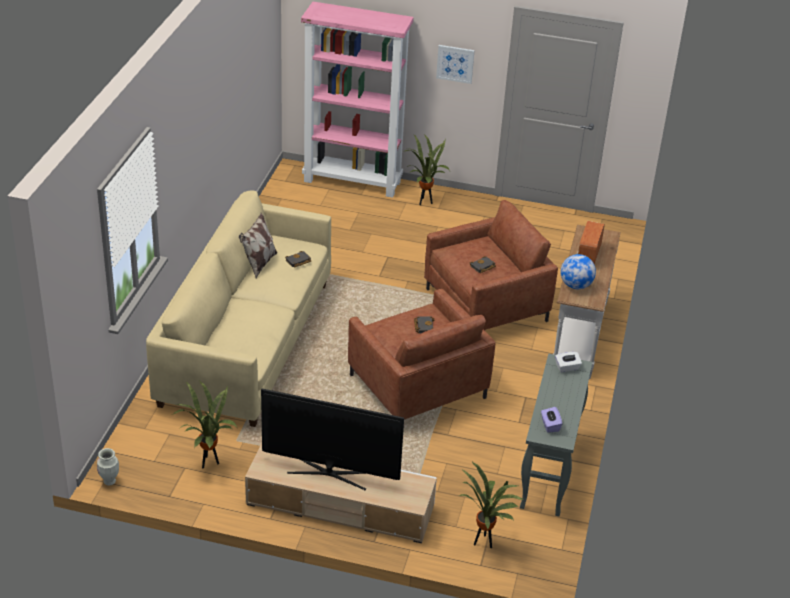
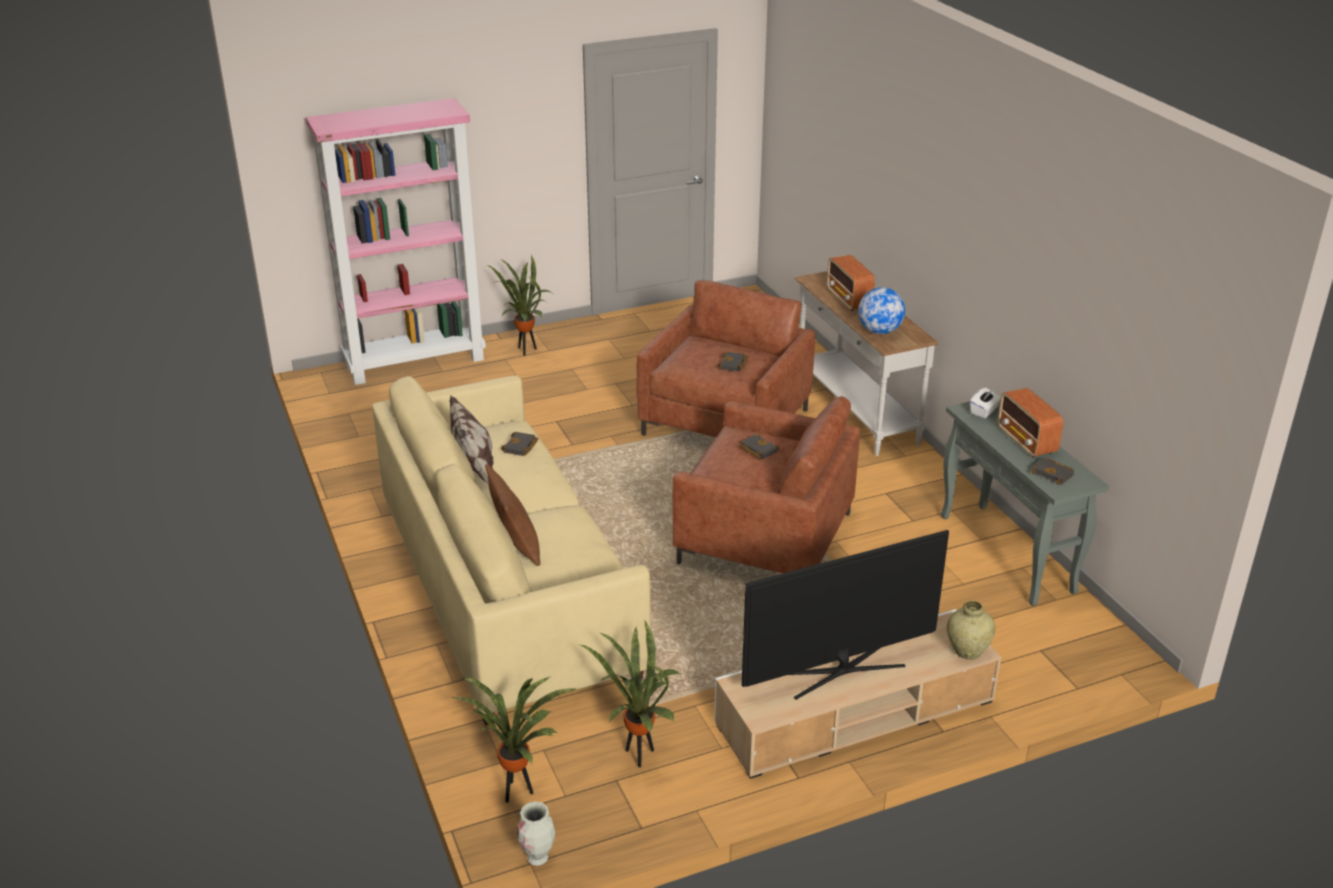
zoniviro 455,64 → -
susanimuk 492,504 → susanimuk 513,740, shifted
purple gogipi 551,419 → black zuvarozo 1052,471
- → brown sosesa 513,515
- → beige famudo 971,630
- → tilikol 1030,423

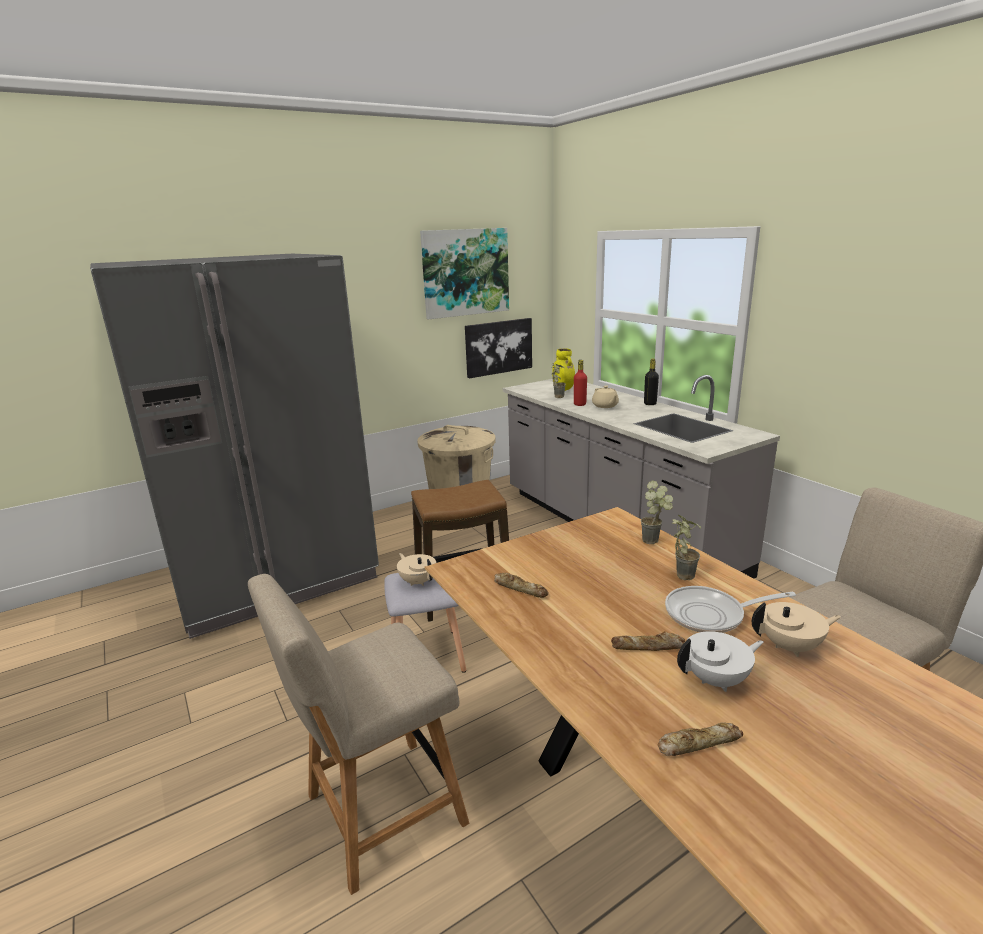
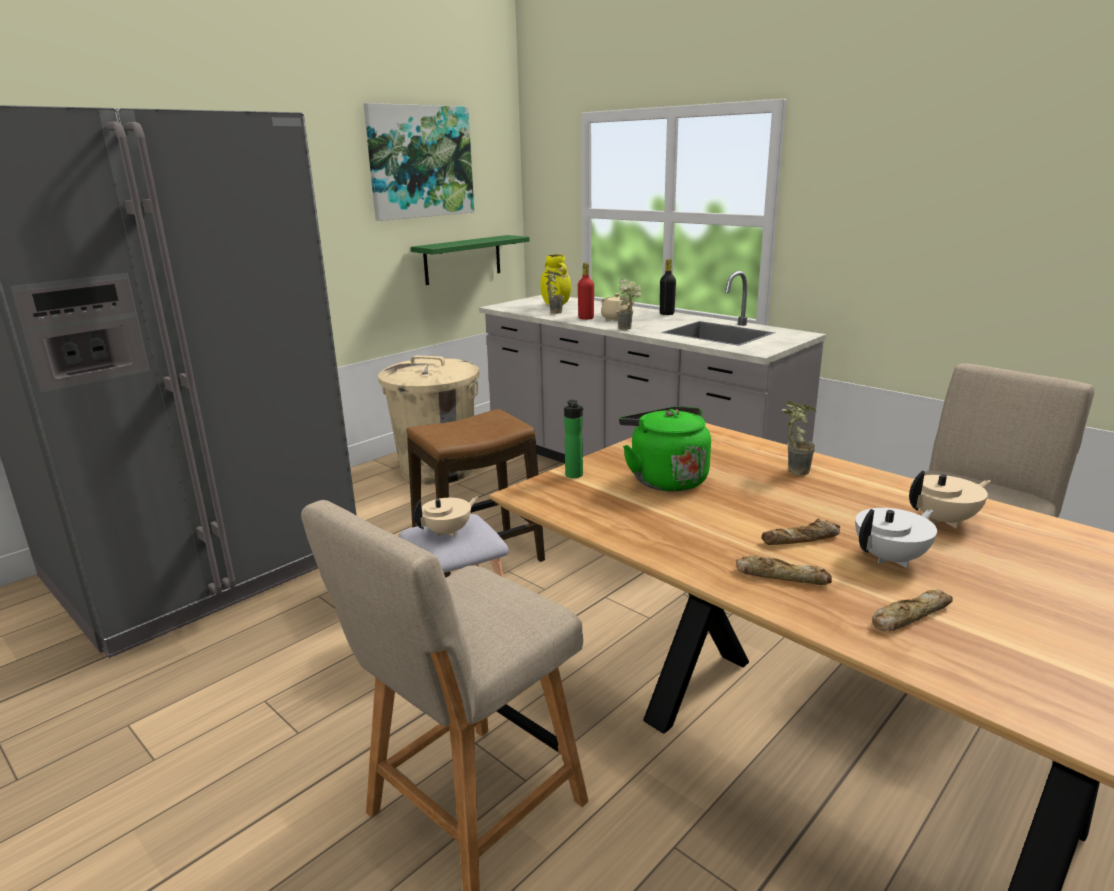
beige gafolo 416,569 → beige gafolo 445,517, 105 degrees clockwise
zoniviro 498,348 → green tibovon 470,260
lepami 521,585 → lepami 784,570, shifted
susanimuk 657,512 → susanimuk 628,304, shifted
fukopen 730,609 → -
- → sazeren 573,439
- → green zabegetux 665,449

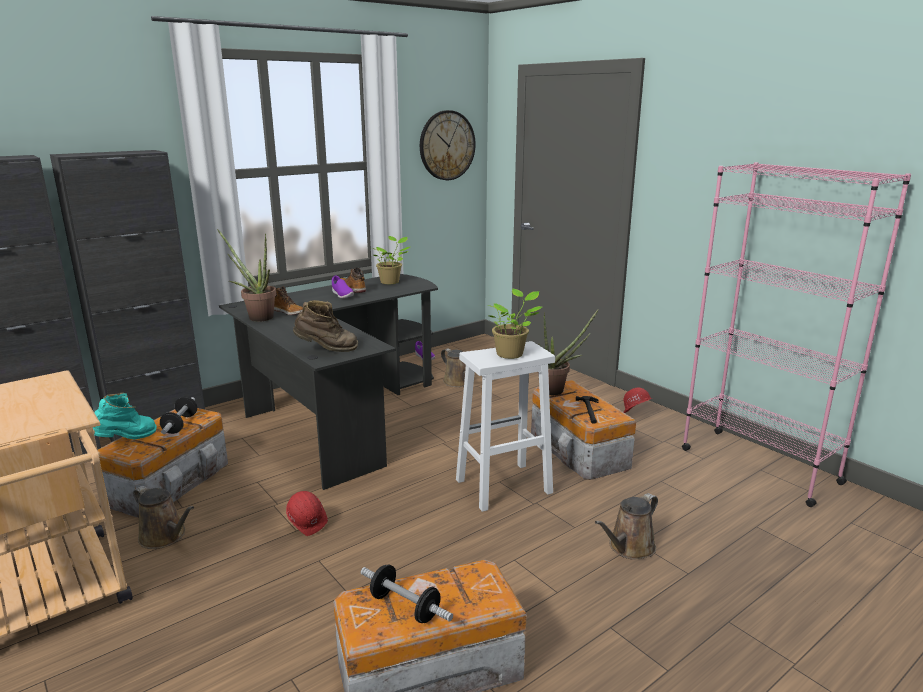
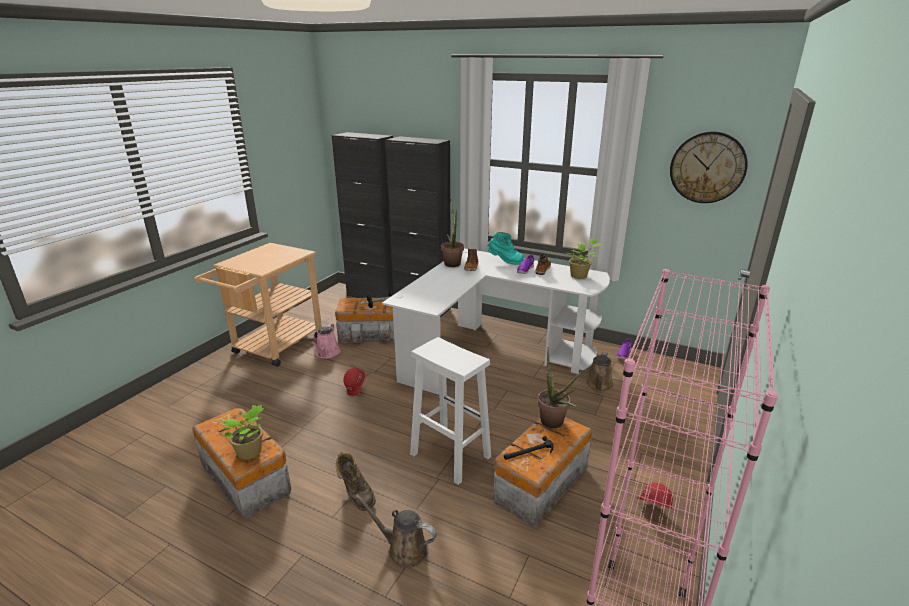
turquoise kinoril 125,416 → turquoise kinoril 505,248, shifted
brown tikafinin 163,517 → pink tikafinin 325,341
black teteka 328,382 → white teteka 496,321
brown kinoril 325,326 → brown kinoril 356,481, shifted
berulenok 407,593 → -
susanimuk 514,324 → susanimuk 242,432, shifted

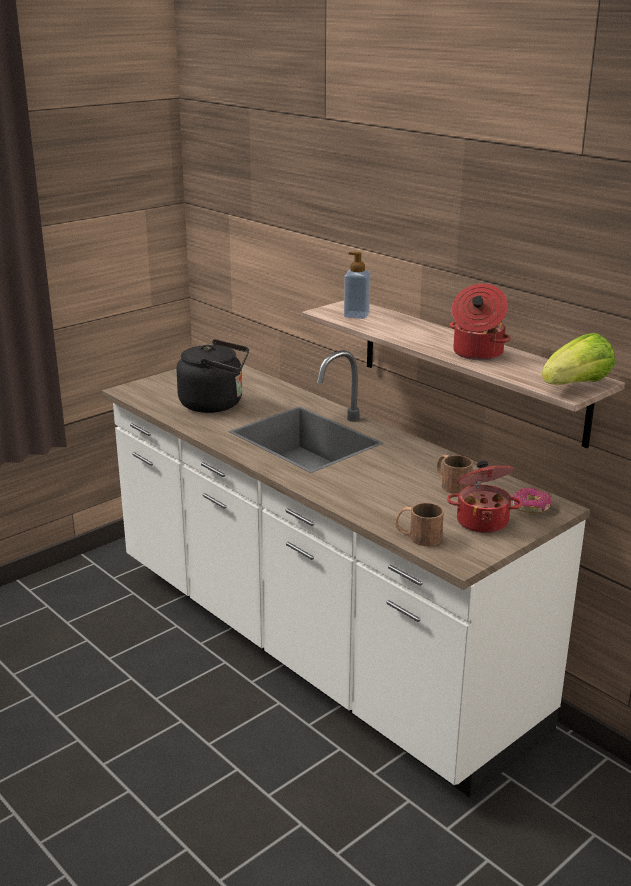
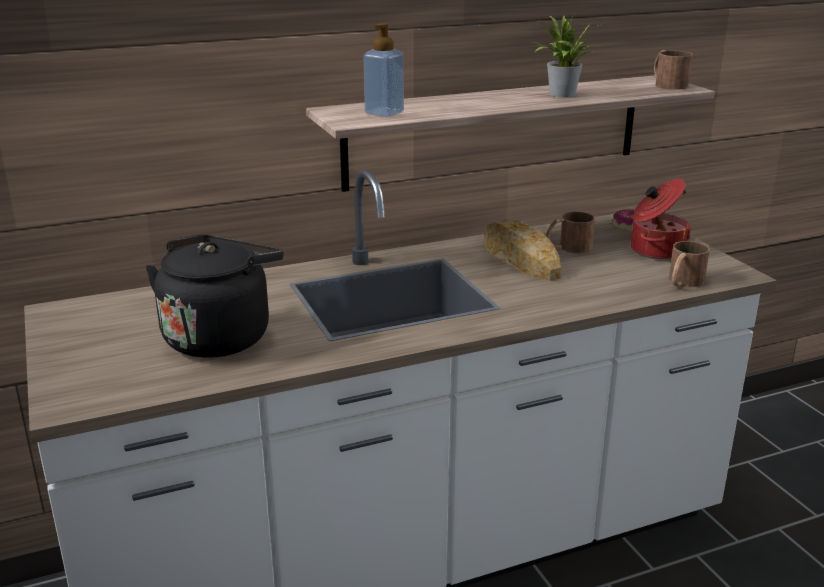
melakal 480,322 → susanimuk 565,56
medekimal 578,359 → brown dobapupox 673,70
- → lepami 522,250

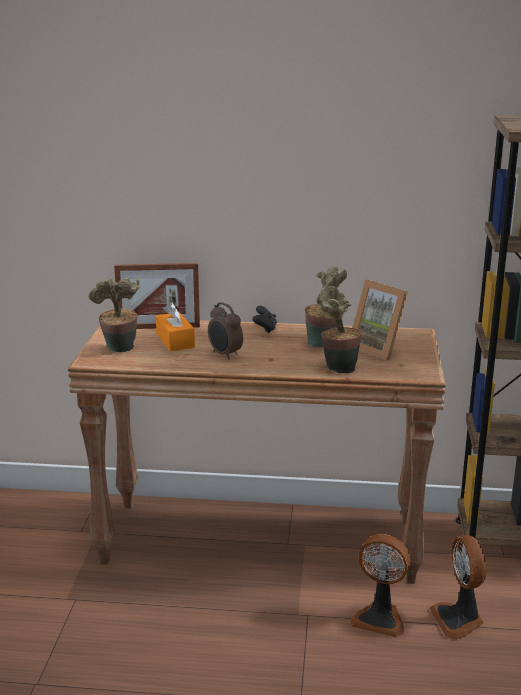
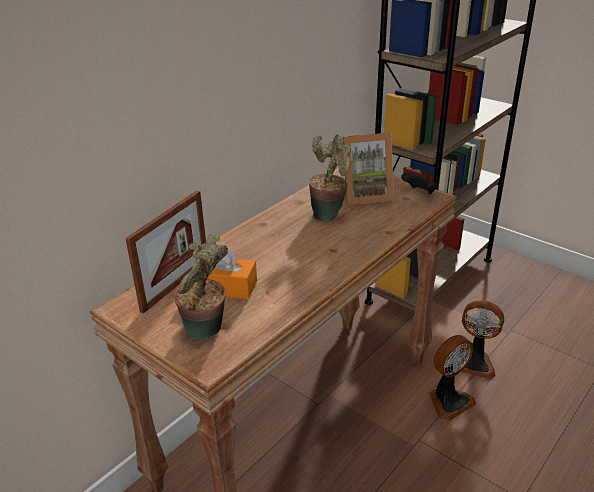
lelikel 225,330 → -
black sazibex 264,319 → black sazibex 418,183, shifted
susanimuk 339,330 → -

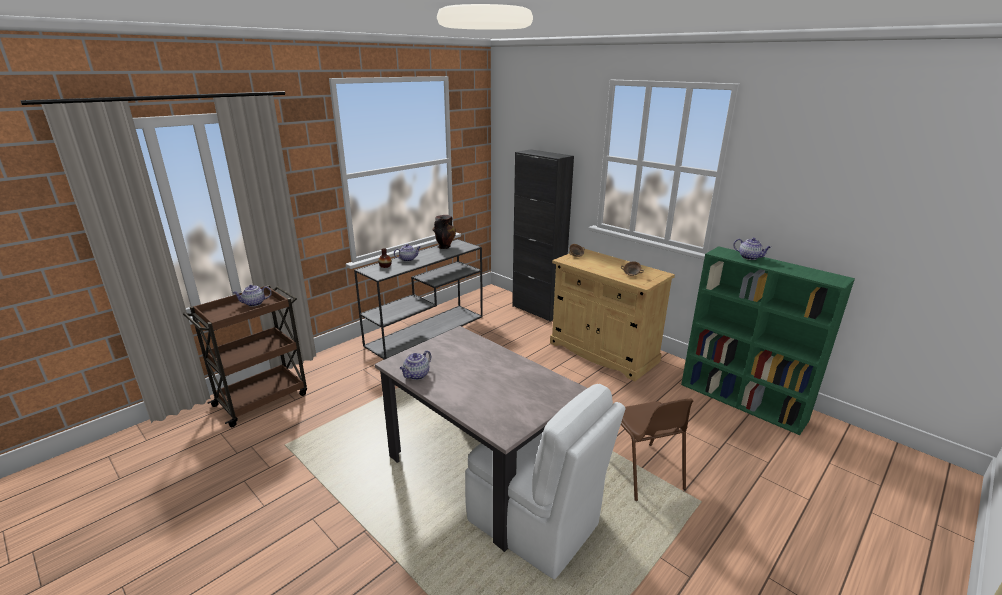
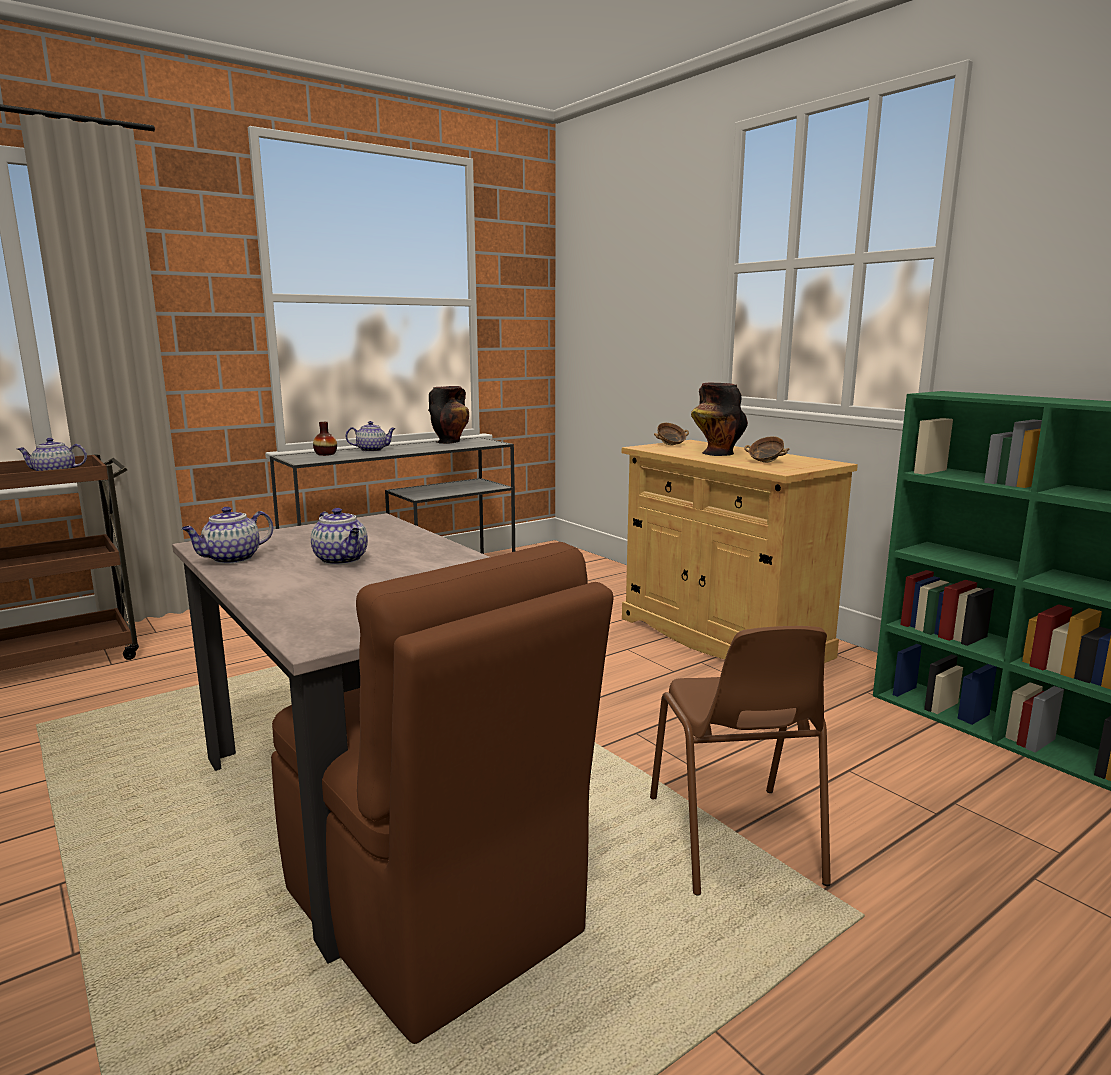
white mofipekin 545,481 → brown mofipekin 442,793
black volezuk 543,235 → -
gafolo 752,249 → gafolo 339,536, shifted
- → famudo 719,419

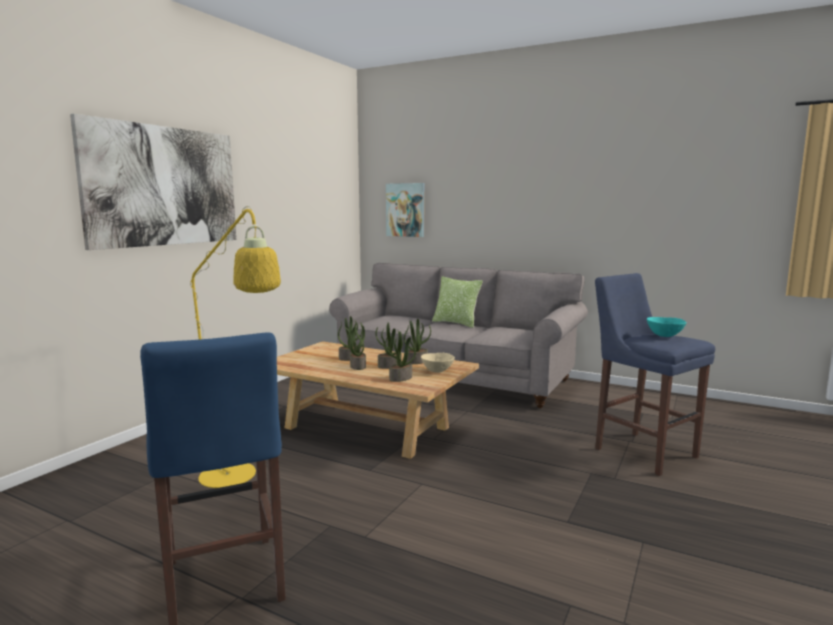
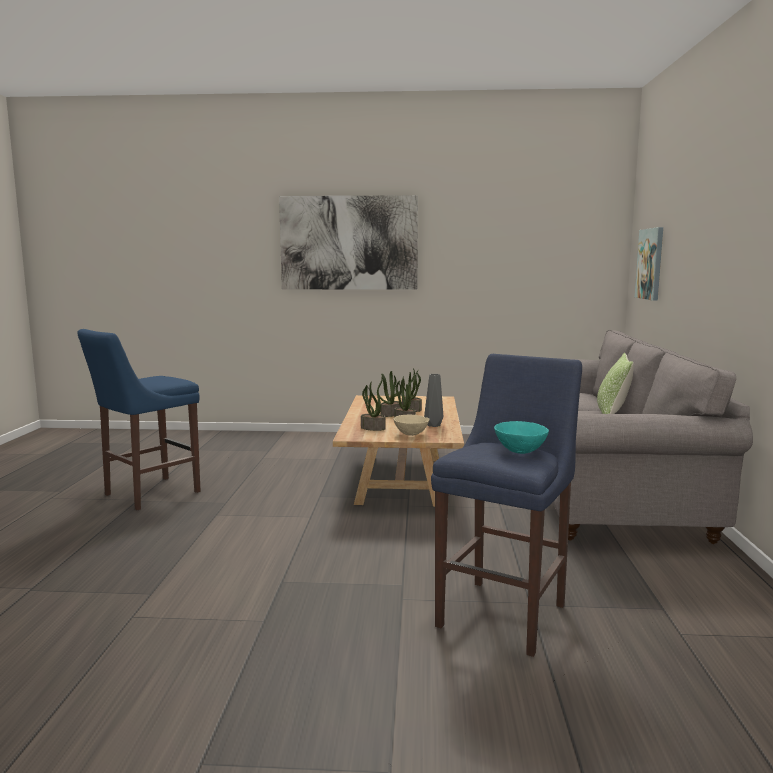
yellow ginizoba 235,347 → -
susanimuk 417,341 → grey famudo 433,400

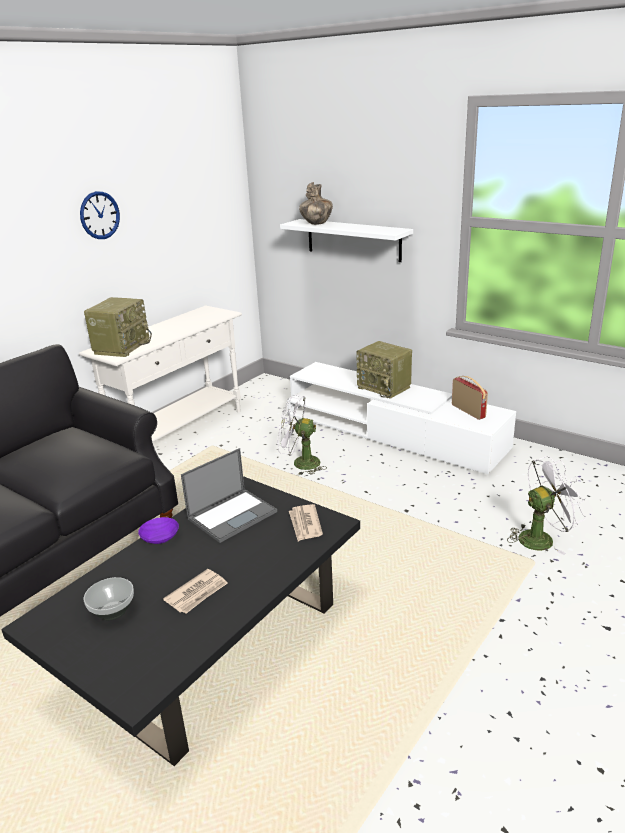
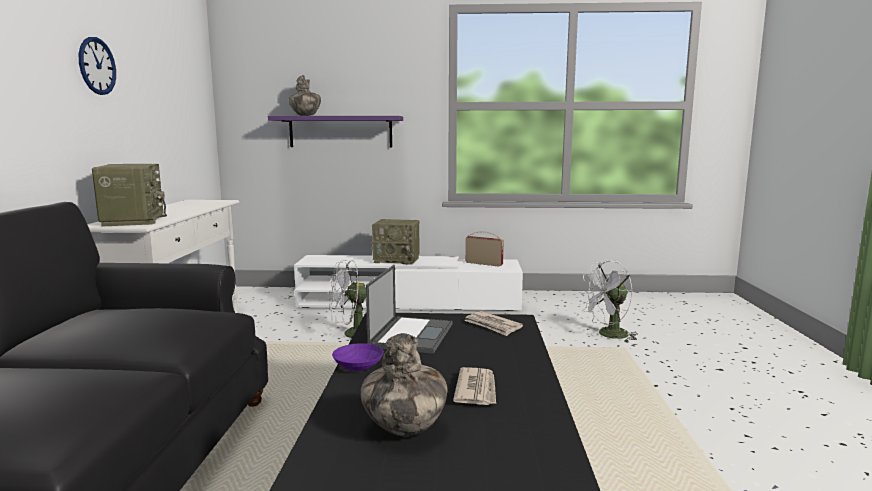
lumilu 109,598 → famudo 403,384
white tibovon 346,240 → purple tibovon 335,131
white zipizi 546,505 → white zipizi 608,301, 150 degrees counterclockwise

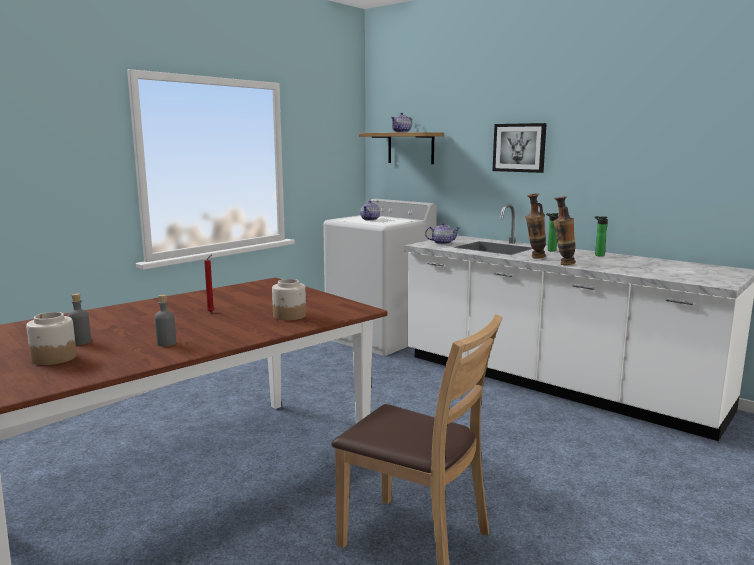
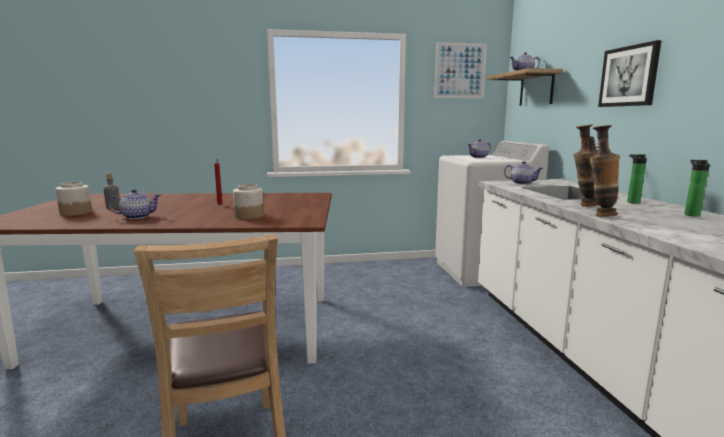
grey sazeren 165,320 → gafolo 134,204
- → zoniviro 460,70

